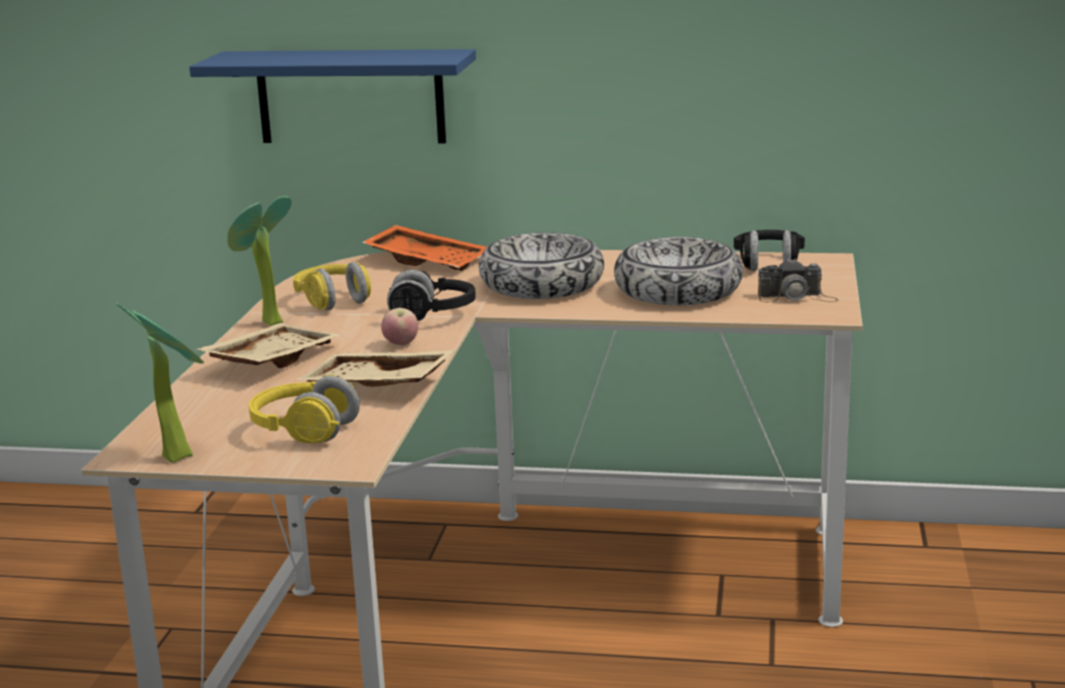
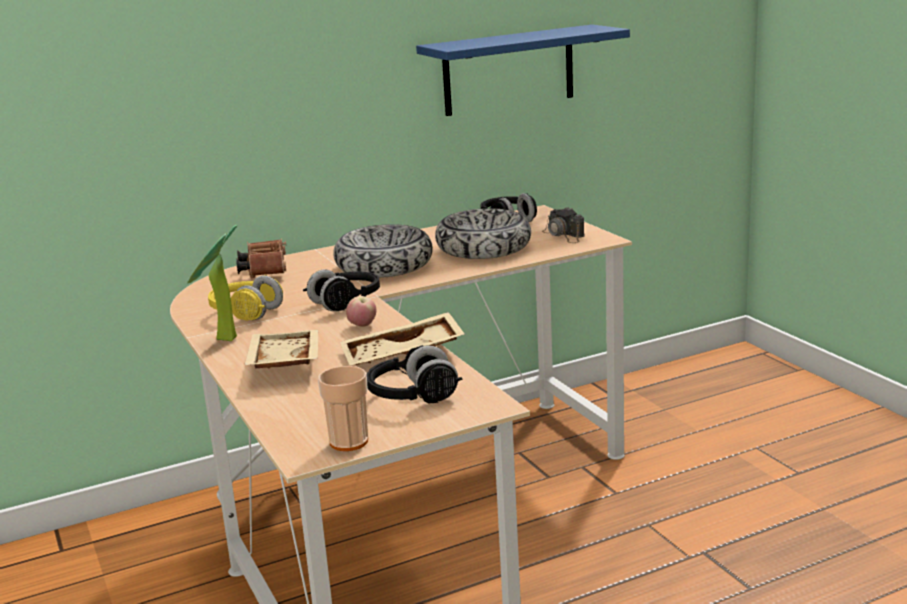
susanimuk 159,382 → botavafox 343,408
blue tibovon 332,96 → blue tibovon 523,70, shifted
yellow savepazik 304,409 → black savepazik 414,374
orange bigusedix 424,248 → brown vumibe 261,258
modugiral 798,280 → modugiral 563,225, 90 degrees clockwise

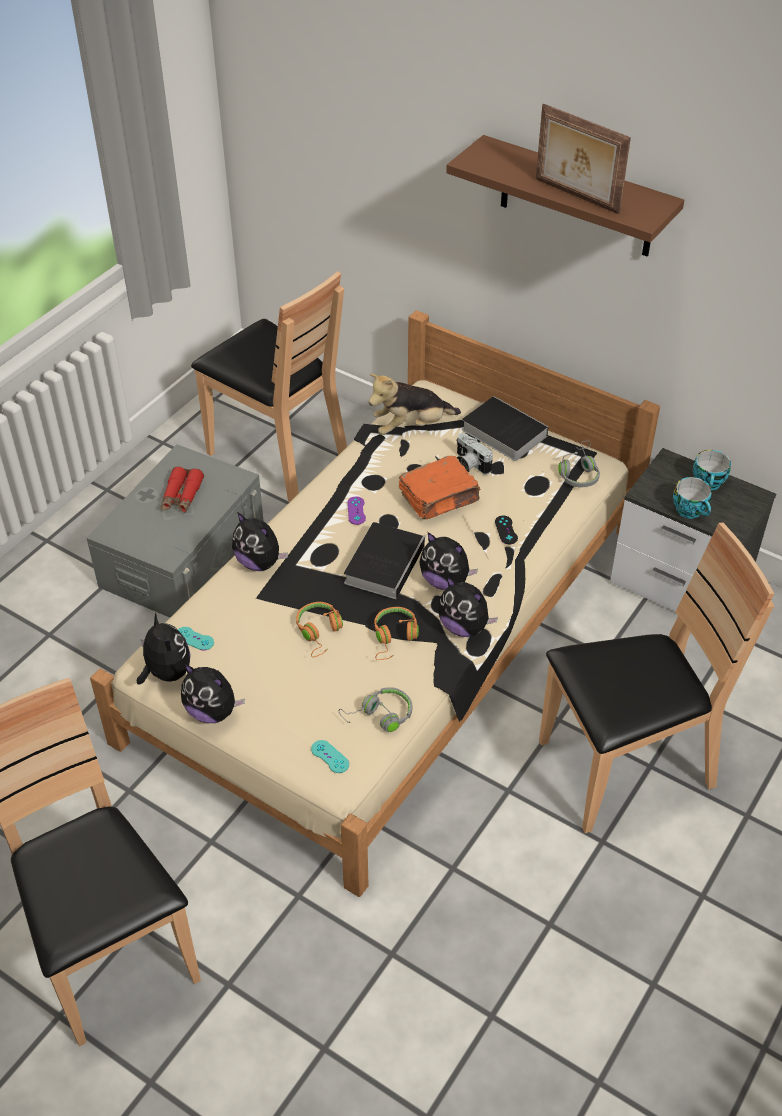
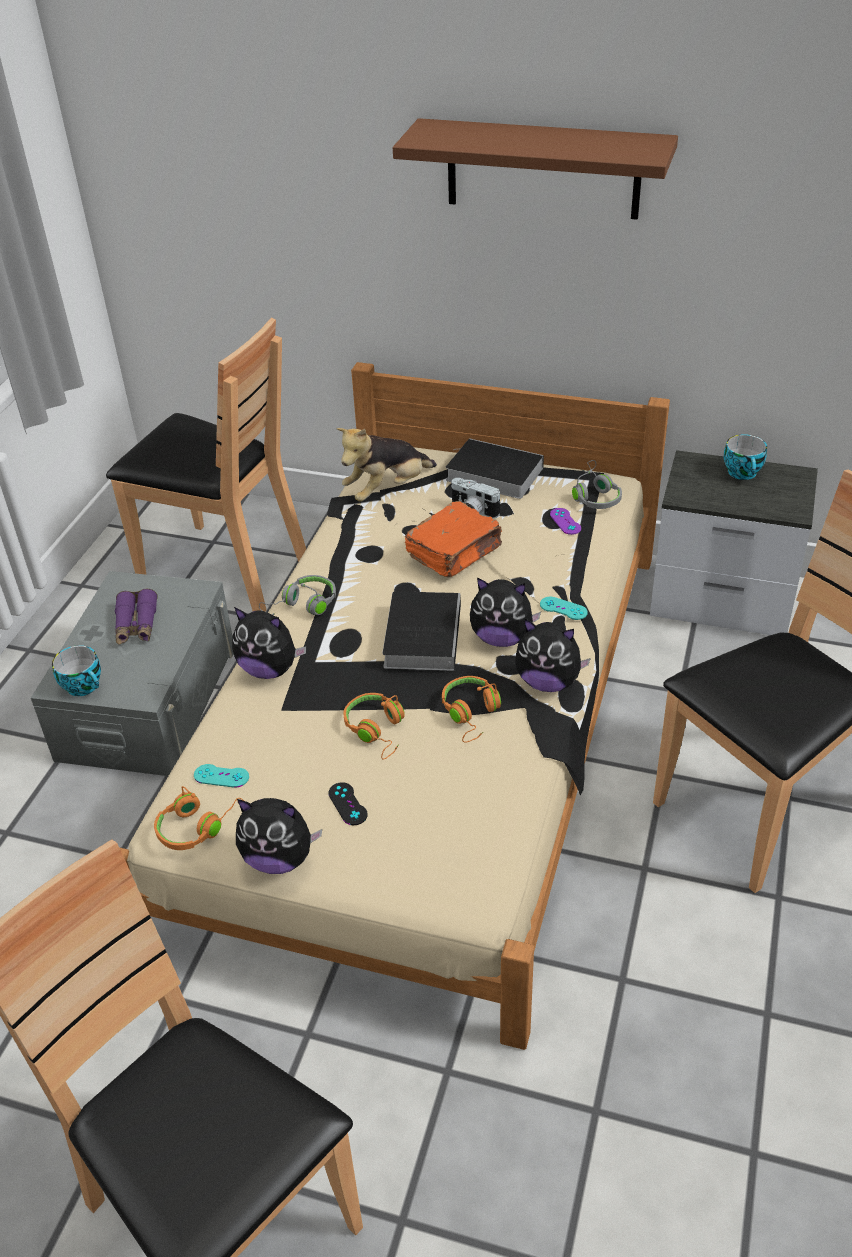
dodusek 164,649 → orange savepazik 199,818
red vumibe 182,489 → purple vumibe 136,616
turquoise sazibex 330,756 → turquoise sazibex 564,608, shifted
grey savepazik 375,709 → grey savepazik 297,595, shifted
purple sazibex 356,510 → purple sazibex 565,521, shifted
black sazibex 506,529 → black sazibex 348,803, shifted
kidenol 583,159 → -
botavafox 692,498 → botavafox 76,670, shifted

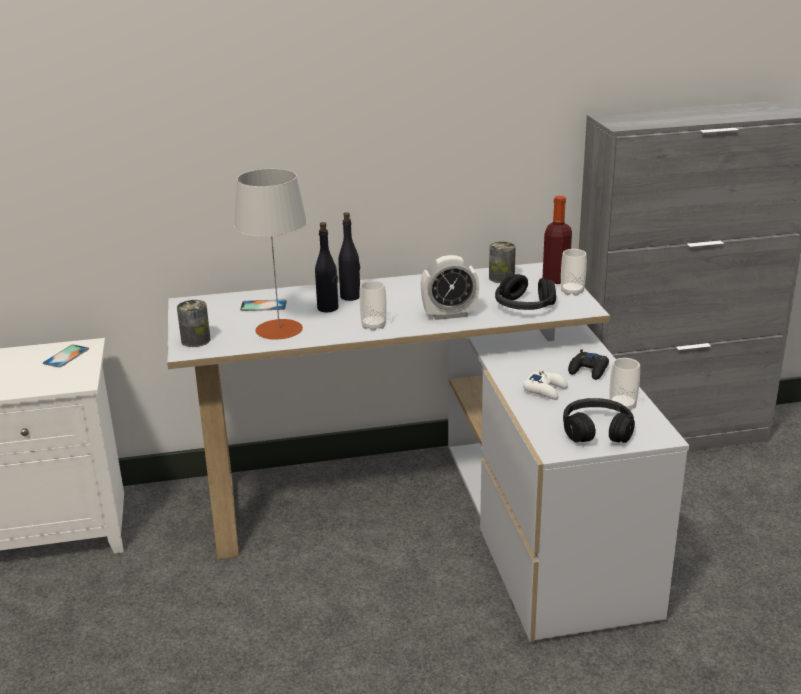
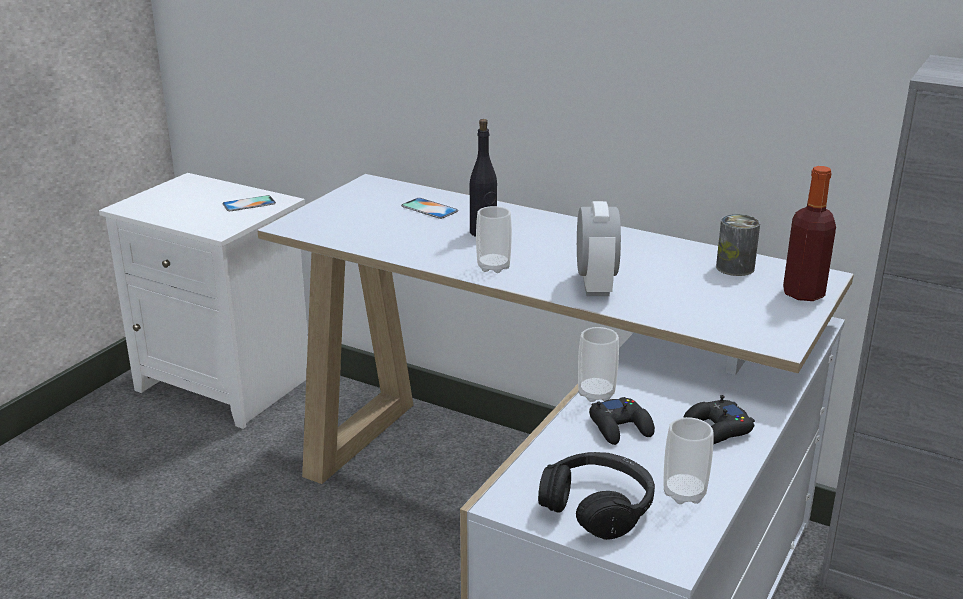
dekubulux 194,323 → -
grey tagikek 270,254 → -
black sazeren 349,256 → -
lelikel 450,287 → lelikel 599,248, 120 degrees counterclockwise
black savepazik 525,292 → -
white sazibex 545,385 → black sazibex 622,421
botavafox 574,272 → botavafox 598,364, shifted

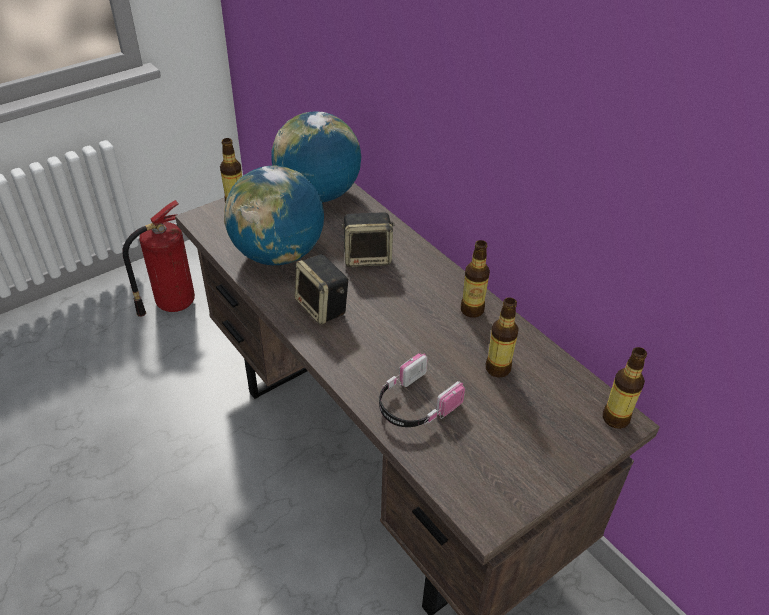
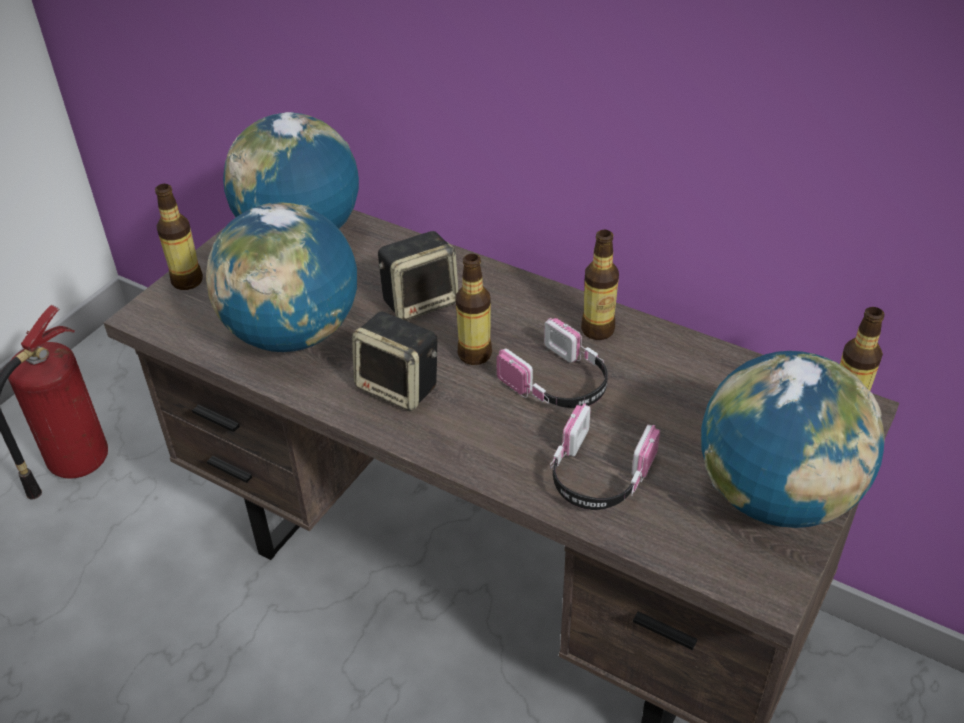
sazeren 502,337 → sazeren 474,309, shifted
- → savepazik 552,363
- → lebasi 793,439

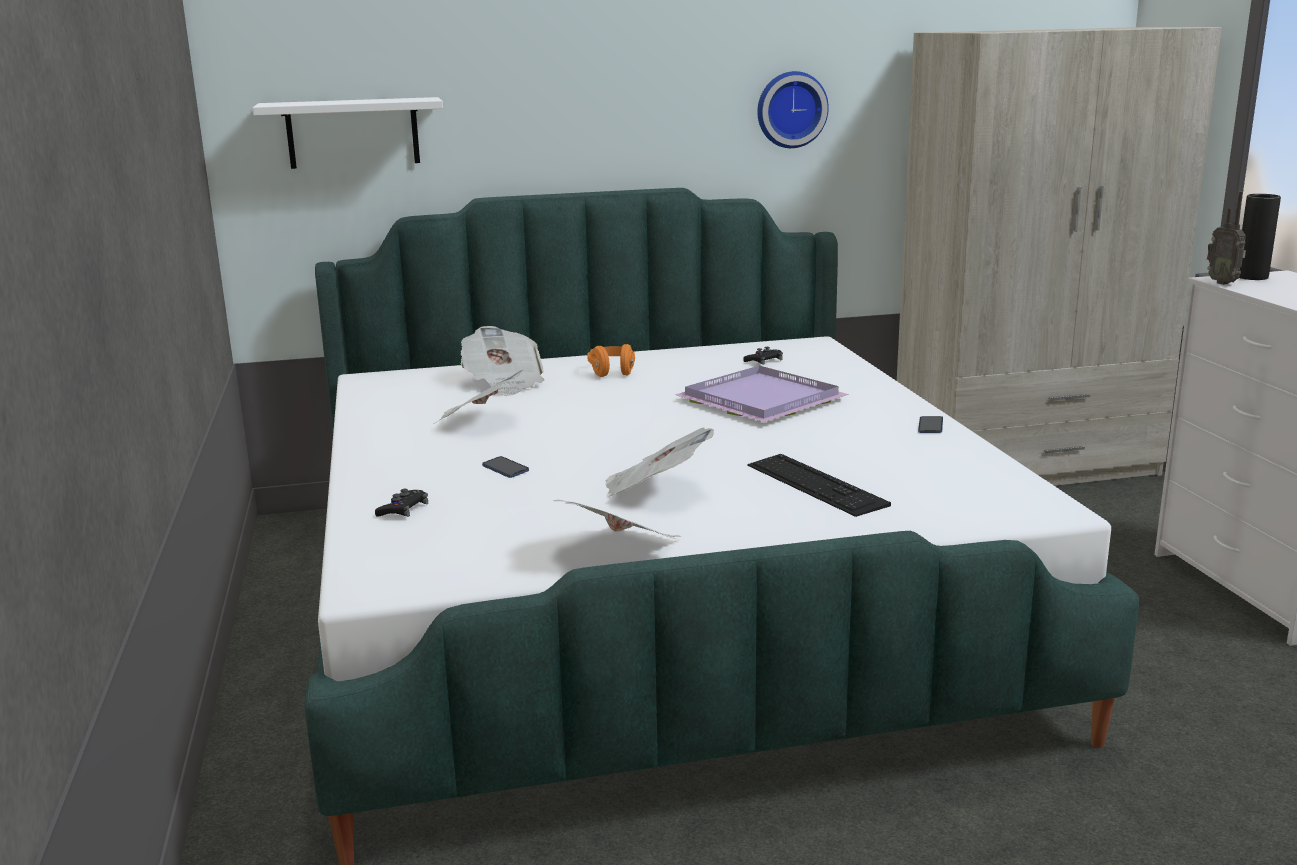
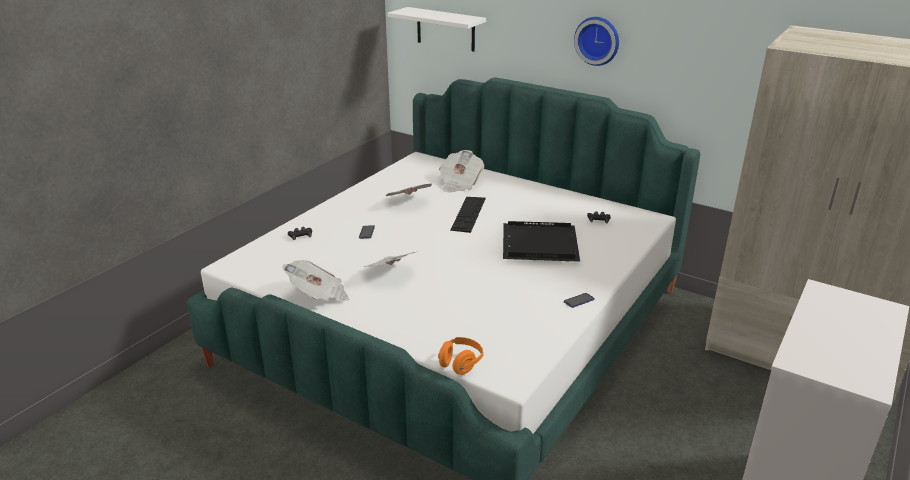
orange savepazik 611,360 → orange savepazik 460,356, shifted
purple bigusedix 762,394 → black bigusedix 541,241
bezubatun 819,485 → bezubatun 467,215, shifted
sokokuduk 793,109 → sokokuduk 596,41, shifted
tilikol 1226,238 → -
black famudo 1260,237 → -

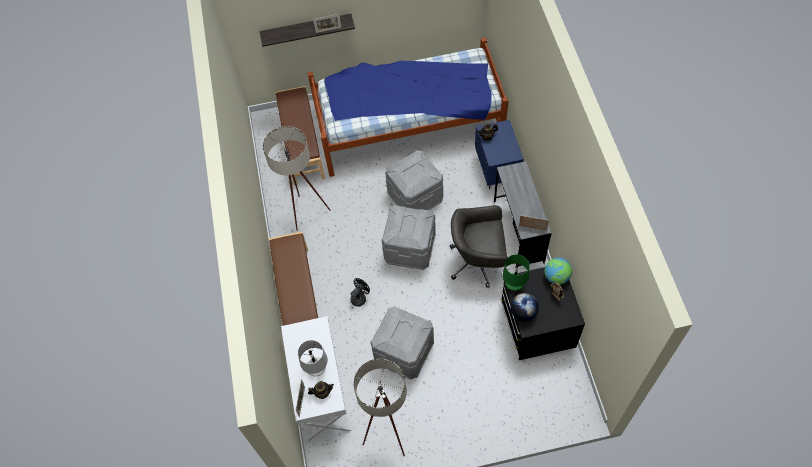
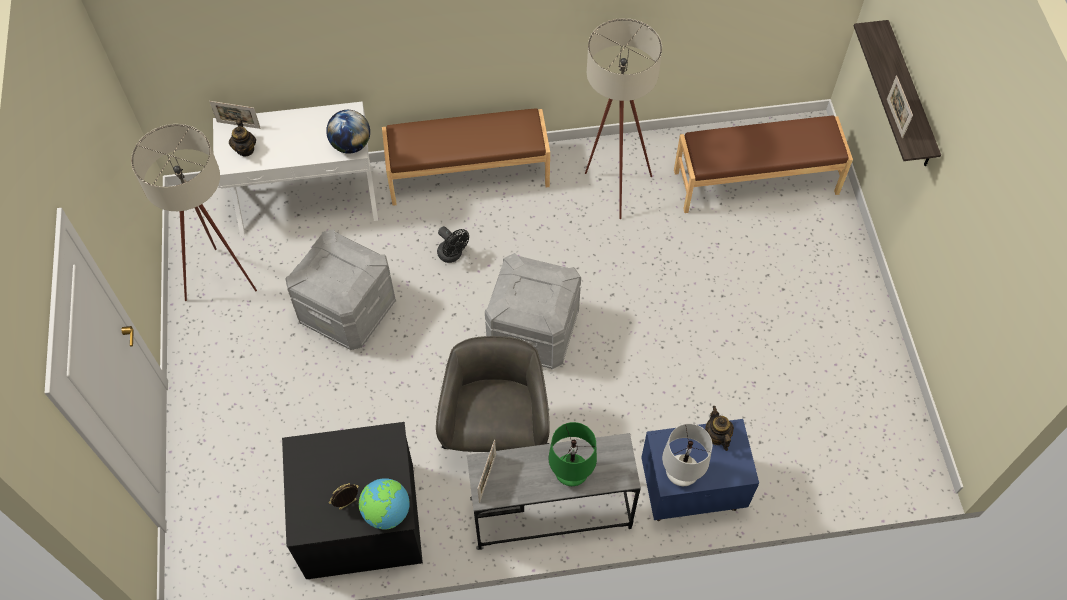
white tagikek 313,358 → white tagikek 687,455, shifted
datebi 407,107 → -
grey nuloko 414,180 → -
green tagikek 516,272 → green tagikek 573,454, shifted
lebasi 524,307 → lebasi 348,131, shifted

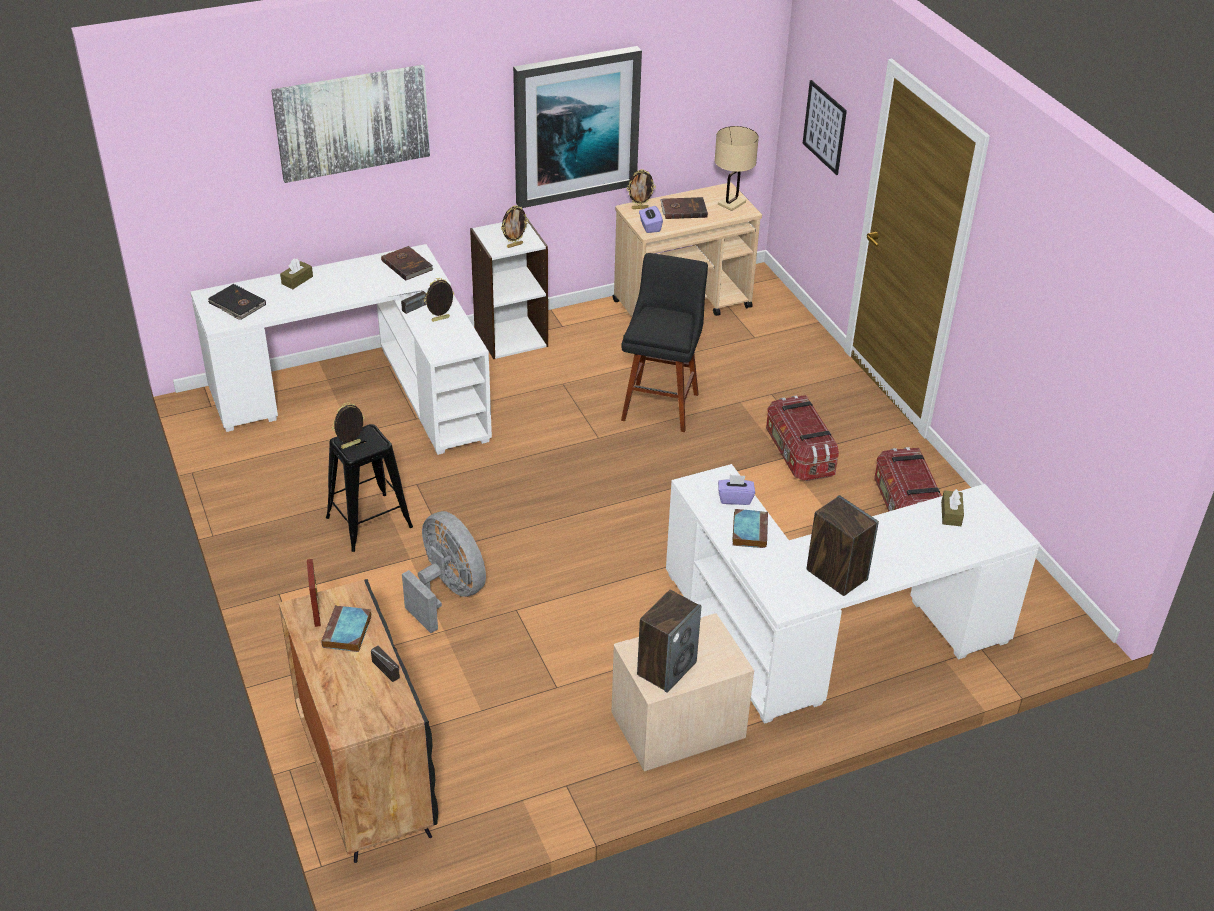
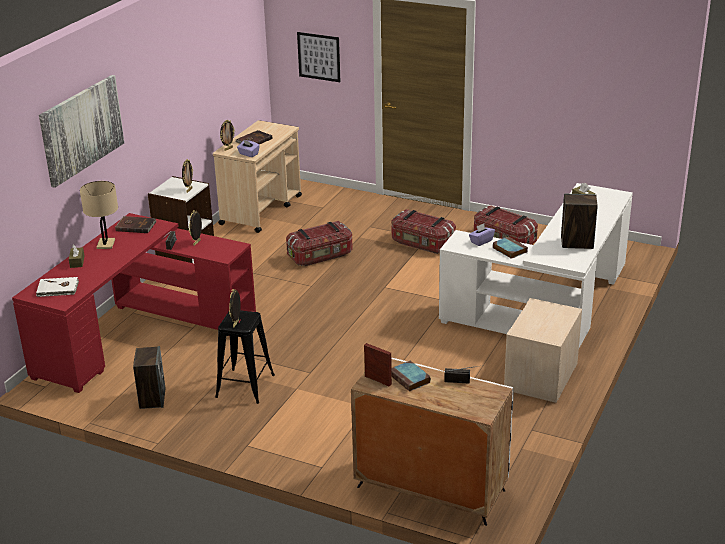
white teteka 341,349 → red teteka 134,303
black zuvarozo 237,302 → white zuvarozo 57,287
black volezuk 358,721 → white volezuk 432,442
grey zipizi 444,572 → -
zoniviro 577,127 → -
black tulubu 664,342 → nuloko 319,243
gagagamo 669,641 → gagagamo 149,377, shifted
beige tagikek 737,168 → beige tagikek 99,215, shifted

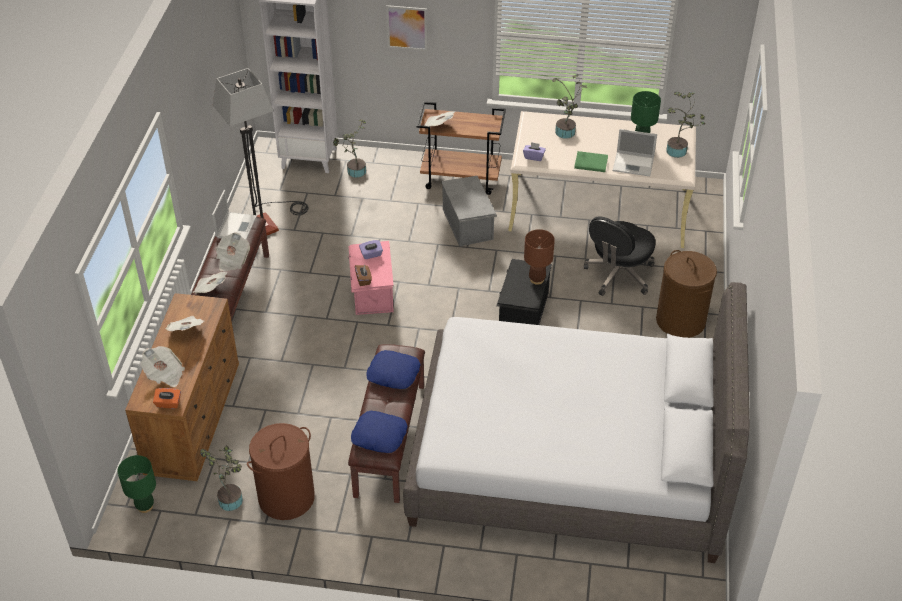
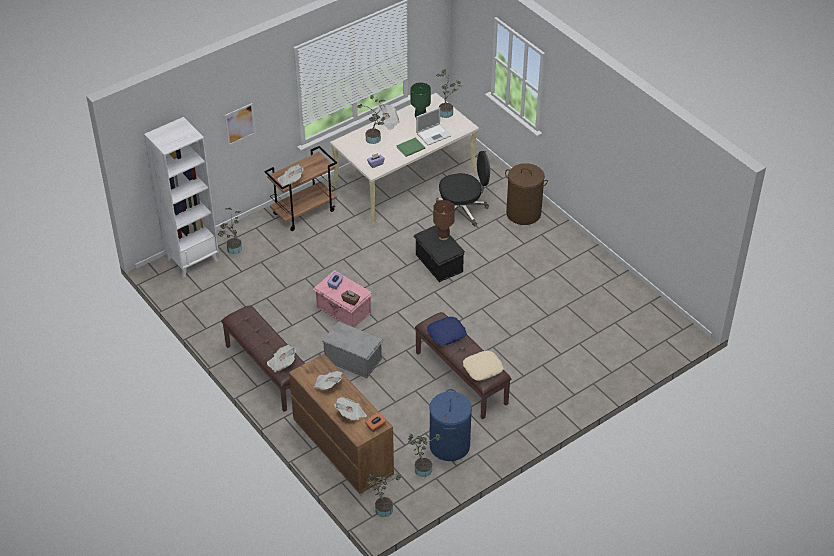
green tagikek 137,484 → susanimuk 384,495
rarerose 234,215 → -
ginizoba 261,151 → -
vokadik 232,251 → vokadik 387,117, shifted
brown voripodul 281,471 → blue voripodul 450,425
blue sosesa 379,432 → beige sosesa 483,366
grey datebi 576,422 → -
grey nuloko 469,211 → grey nuloko 353,349, shifted
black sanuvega 619,256 → black sanuvega 463,188, 90 degrees counterclockwise

